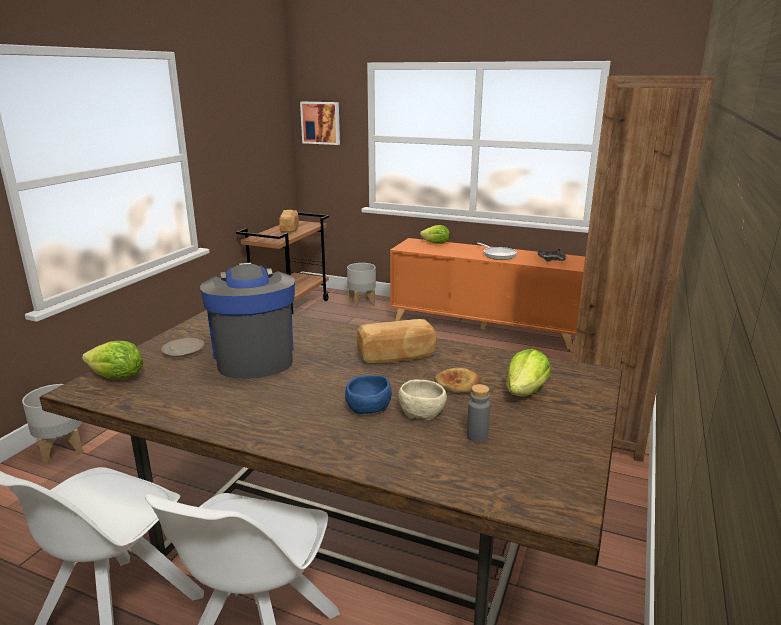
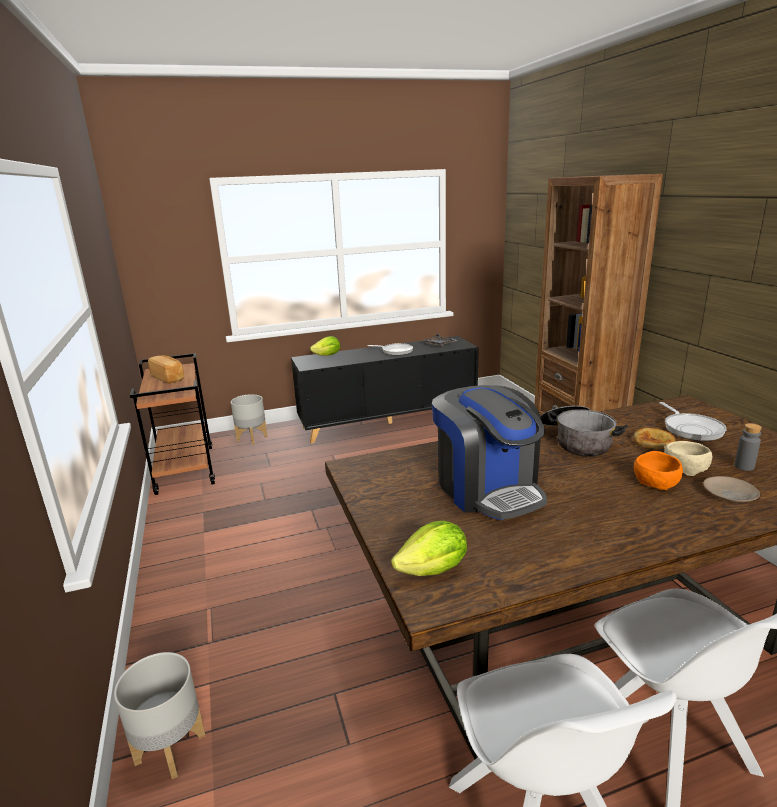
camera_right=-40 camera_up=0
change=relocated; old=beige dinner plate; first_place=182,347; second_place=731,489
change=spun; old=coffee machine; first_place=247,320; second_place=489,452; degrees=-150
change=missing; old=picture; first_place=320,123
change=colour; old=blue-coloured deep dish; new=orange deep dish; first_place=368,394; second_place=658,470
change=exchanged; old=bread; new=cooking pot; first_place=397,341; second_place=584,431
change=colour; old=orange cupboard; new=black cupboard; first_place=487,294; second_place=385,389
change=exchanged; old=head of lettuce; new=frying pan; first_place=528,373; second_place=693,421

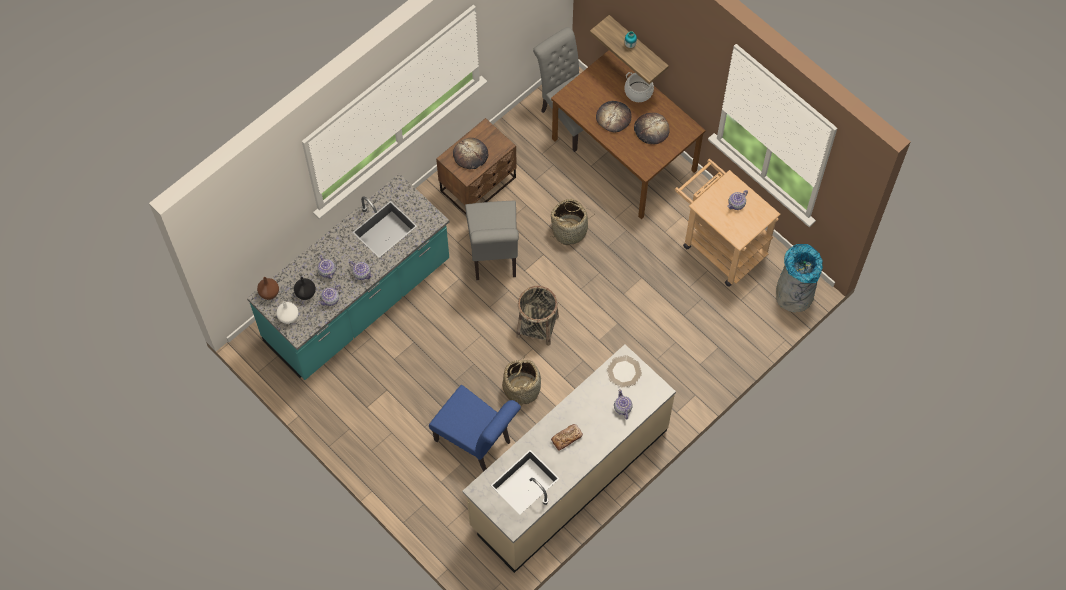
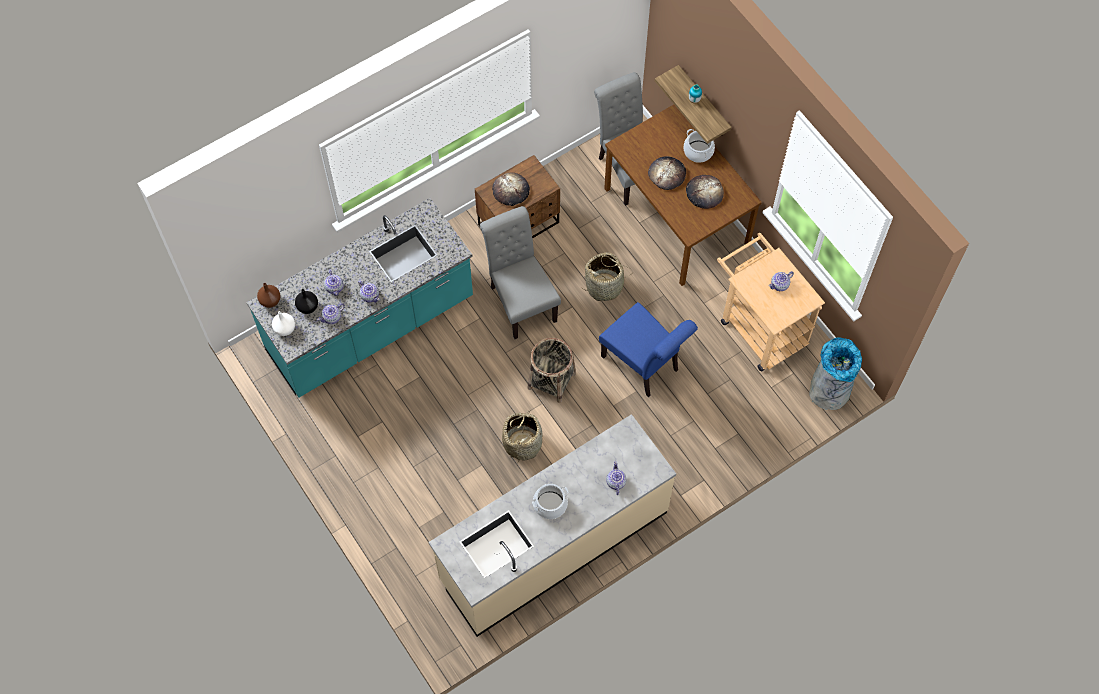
camera_right=10 camera_up=0
change=relocated; old=blue-coloured upright chair; first_place=475,428; second_place=648,349
change=spun; old=gray upright chair; first_place=492,240; second_place=520,272; degrees=150
change=exchanged; old=bread; new=cooking pot; first_place=567,437; second_place=550,501
change=missing; old=dinner plate; first_place=624,371

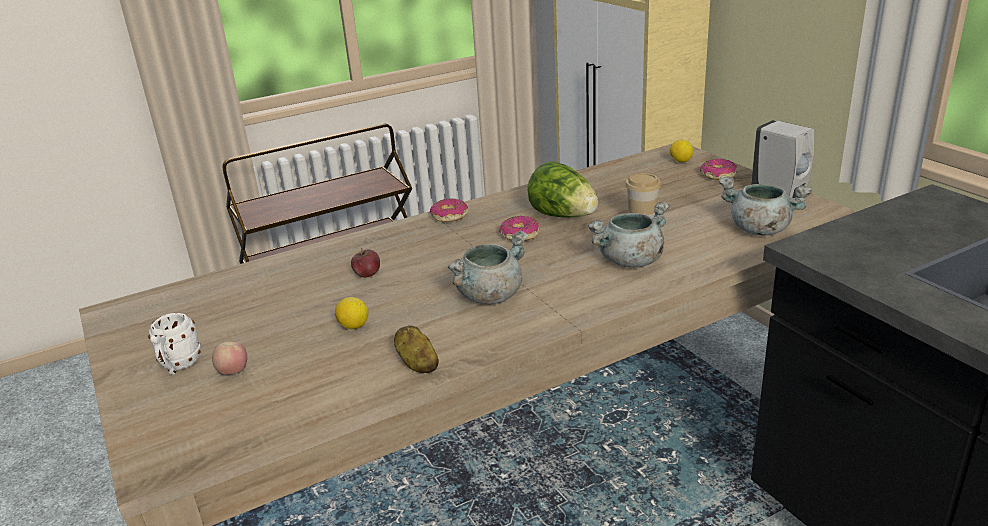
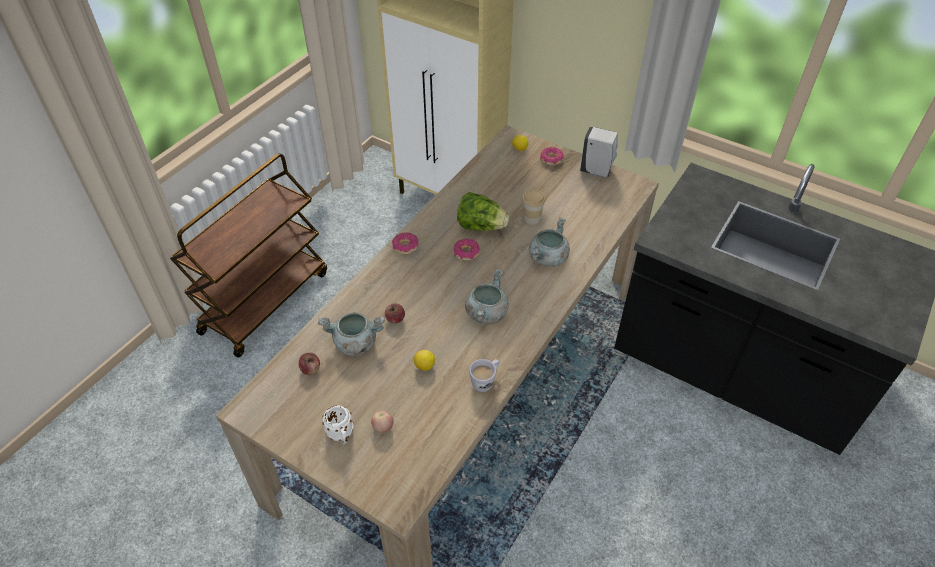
camera_right=-30 camera_up=20
change=exchanged; old=spud; new=whitish coffee mug; first_place=416,349; second_place=484,375
change=relocated; old=gray cooking pot; first_place=765,206; second_place=351,334
change=appeared; new=whole apple; second_place=309,364

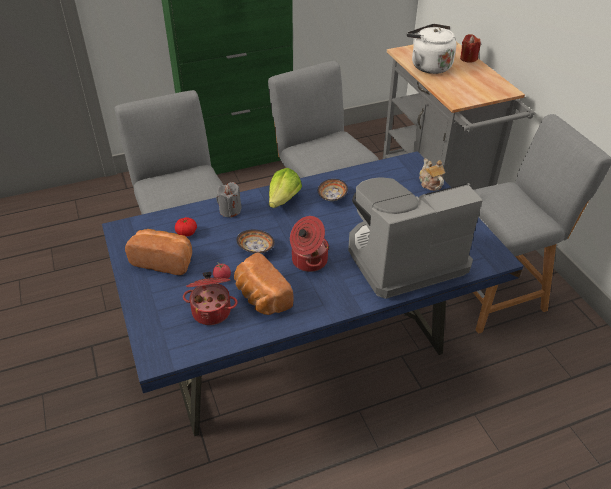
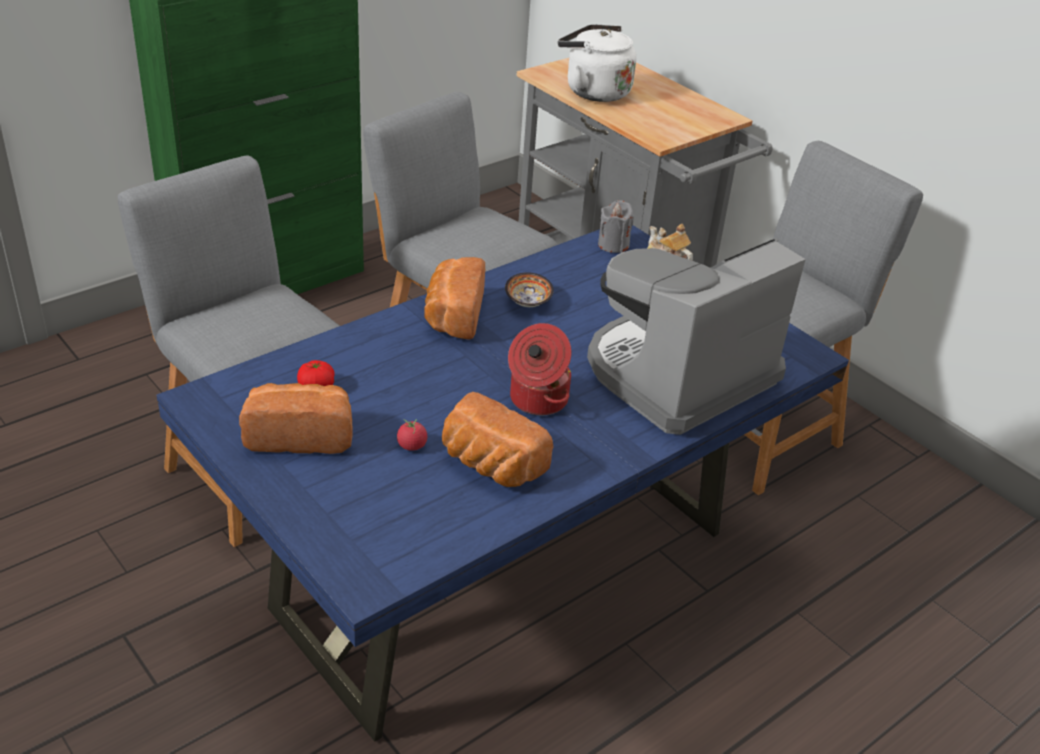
camera_right=-20 camera_up=-5
change=missing; old=cooking pot; first_place=210,298
change=relocated; old=gray candle; first_place=229,200; second_place=616,226
change=missing; old=deep dish; first_place=255,241
change=exchanged; old=head of lettuce; new=bread; first_place=285,188; second_place=454,298
change=missing; old=red candle; first_place=470,48

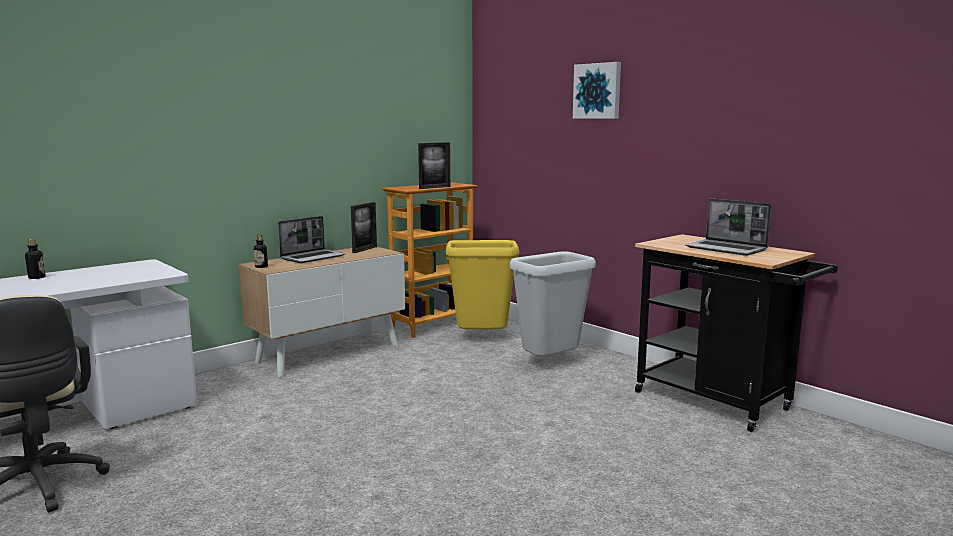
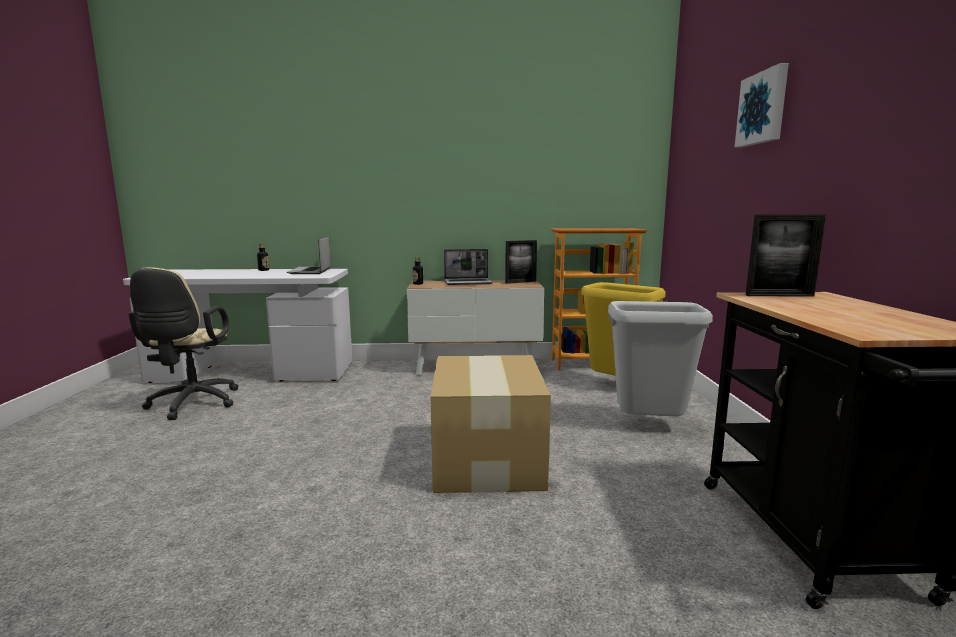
camera_right=40 camera_up=0
change=relocated; old=picture frame; first_place=434,165; second_place=786,255
change=relocated; old=portable computer; first_place=728,227; second_place=309,255
change=appeared; new=carton; second_place=491,424

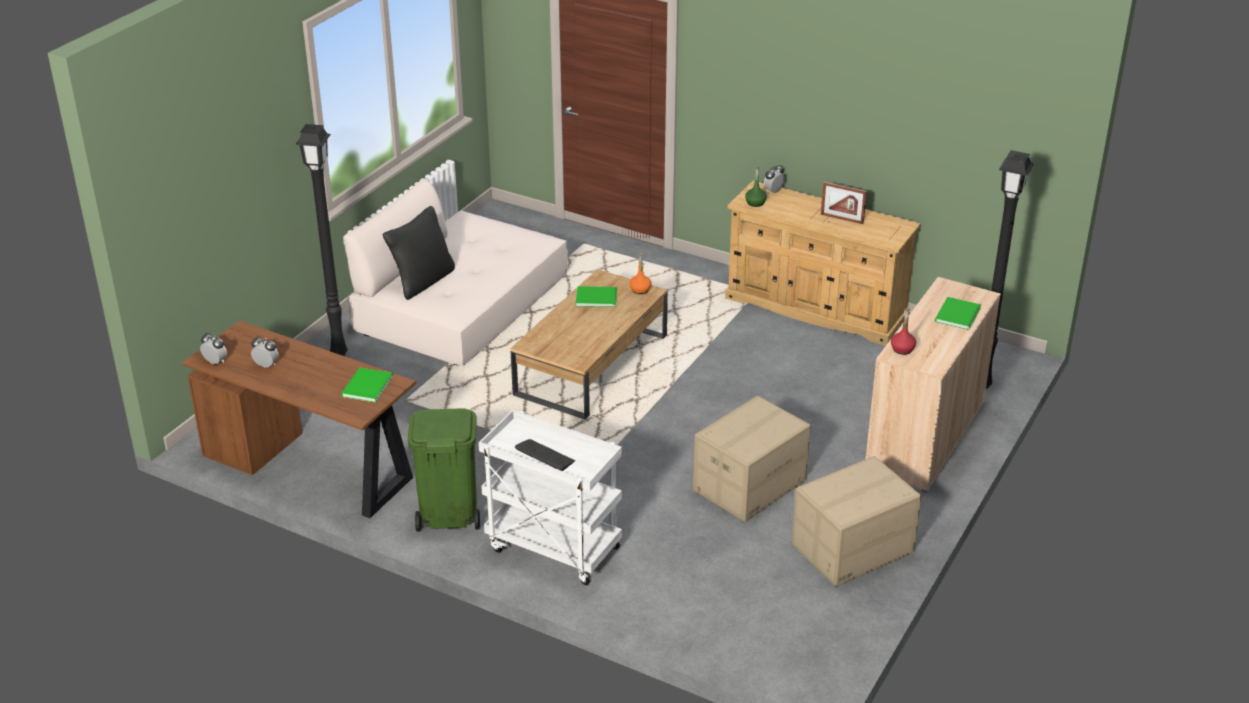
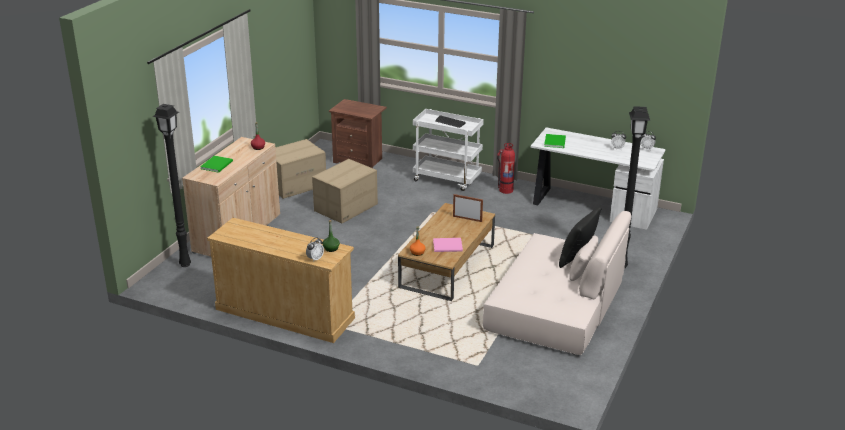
camera_right=175 camera_up=-5
change=colour; old=brown-coloured desk; new=whitish desk; first_place=299,419; second_place=598,178
change=exchanged; old=green-coloured trash can; new=fire extinguisher; first_place=444,470; second_place=506,168
change=colour; old=green-coloured book; new=pink-coloured book; first_place=596,296; second_place=448,245
change=relocated; old=picture frame; first_place=844,203; second_place=468,208
change=appeared; new=brown-coloured night table; second_place=358,133

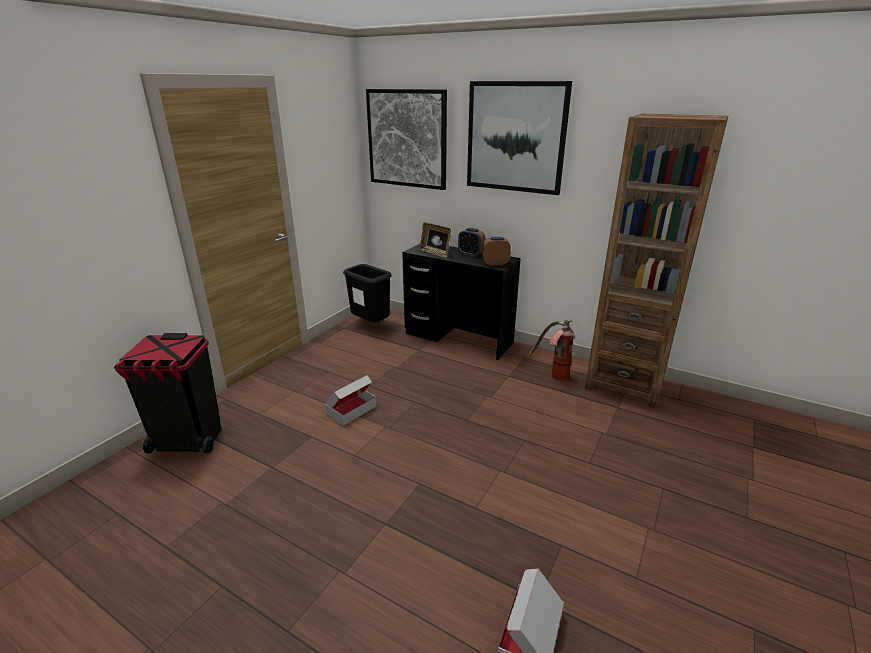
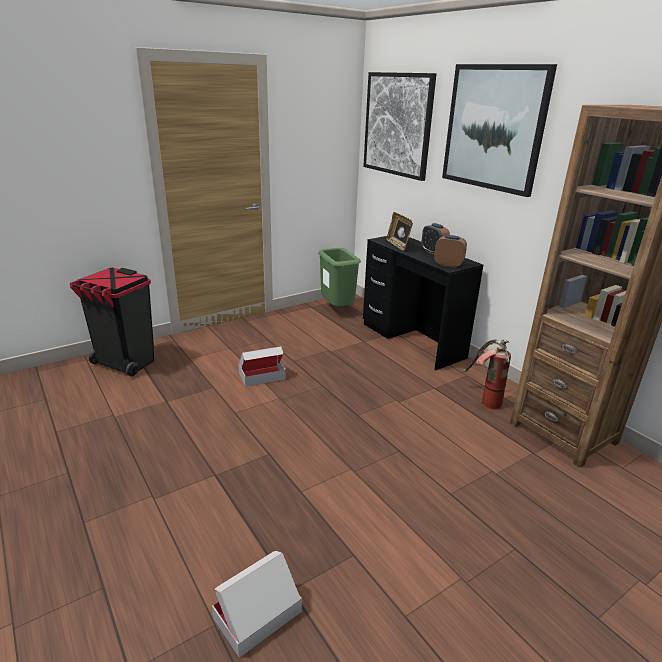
camera_right=25 camera_up=0
change=colour; old=black trash can; new=green-coloured trash can; first_place=367,293; second_place=339,277

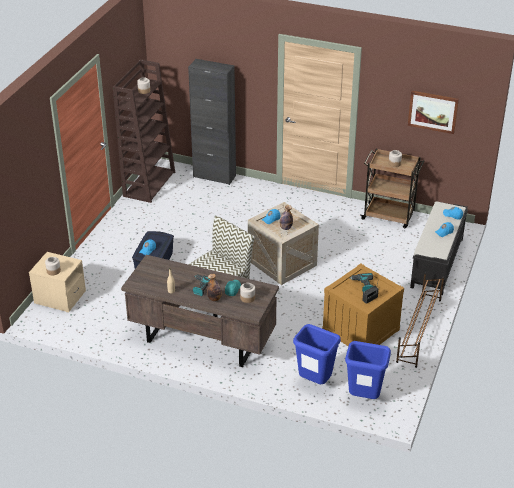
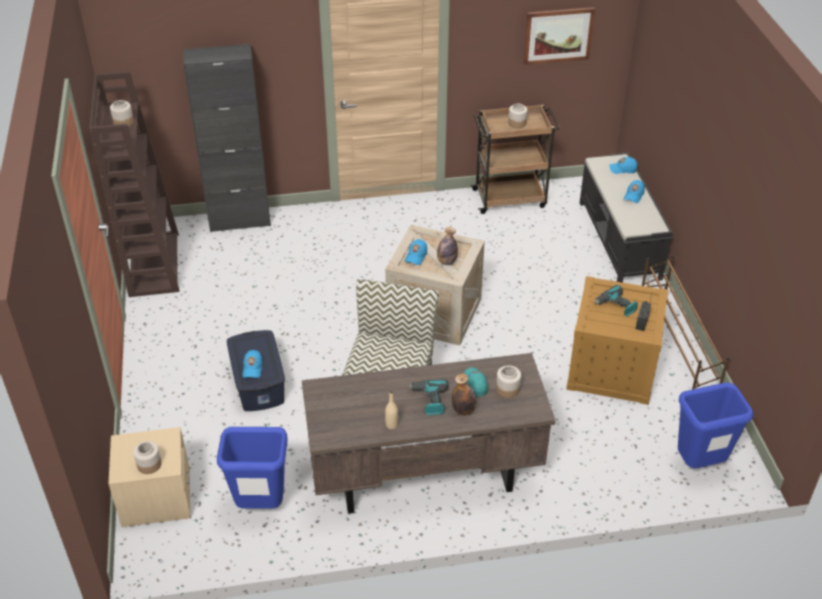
camera_right=-30 camera_up=5
change=relocated; old=blue-coloured trash can; first_place=317,354; second_place=252,468

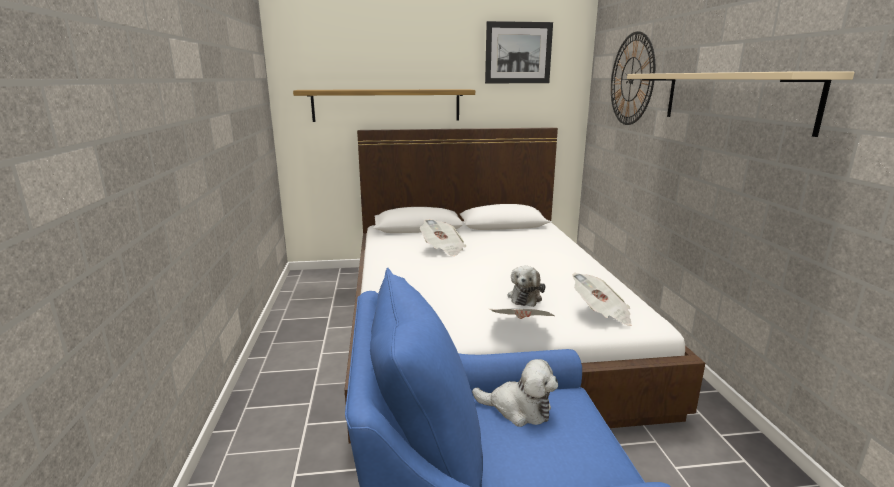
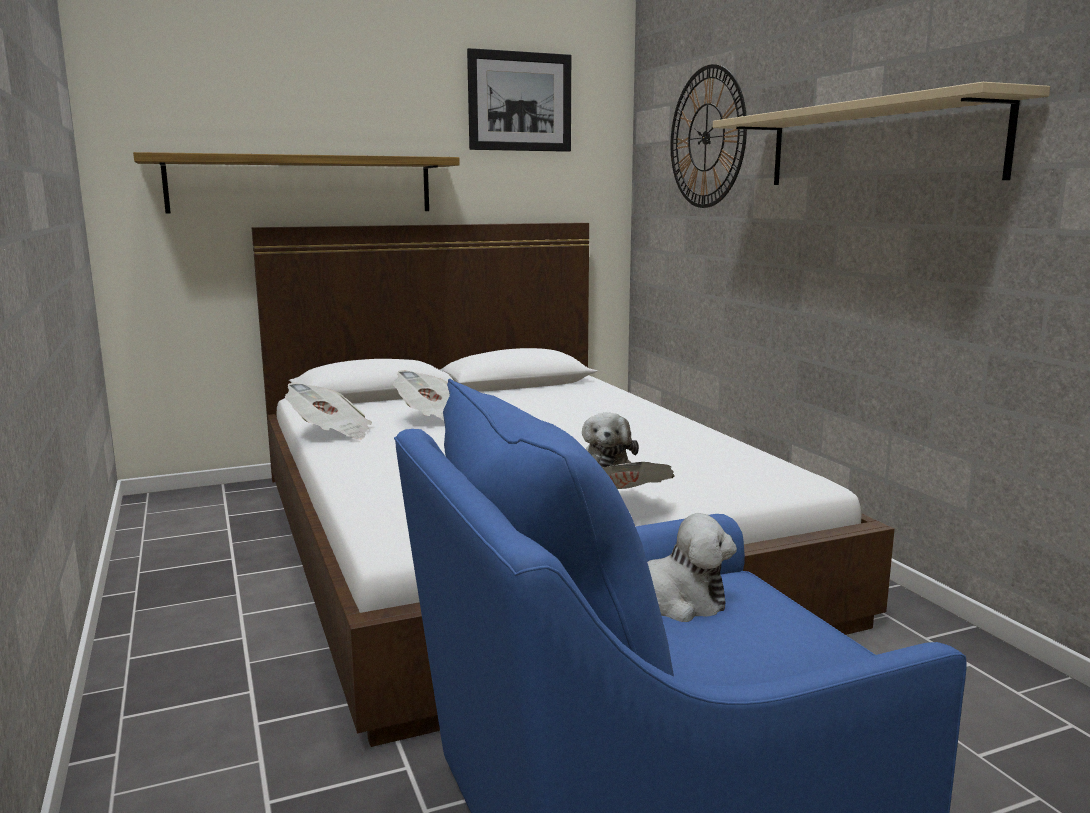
camera_right=-15 camera_up=-5
change=relocated; old=newspaper; first_place=602,299; second_place=328,411

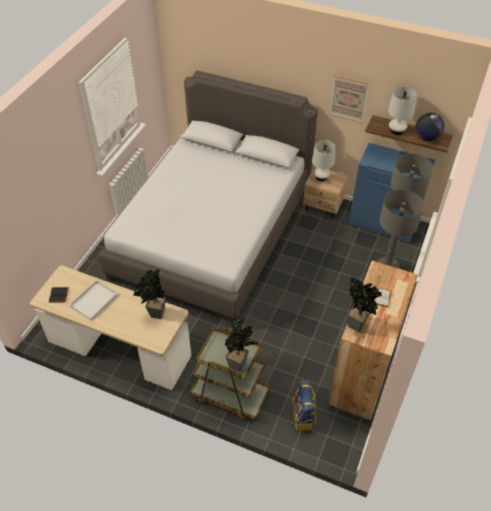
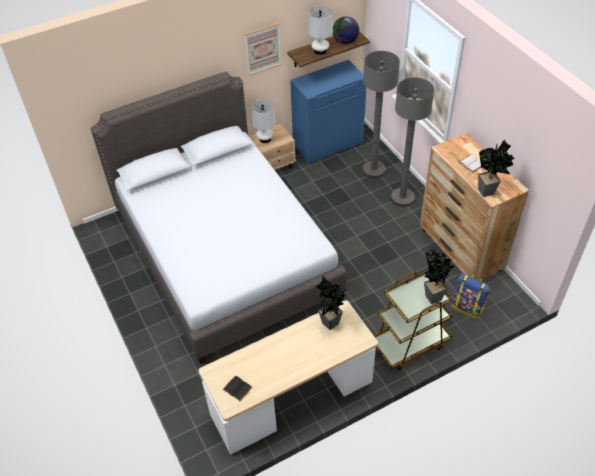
camera_right=-50 camera_up=0
change=missing; old=whitish carrying tray; first_place=93,300

